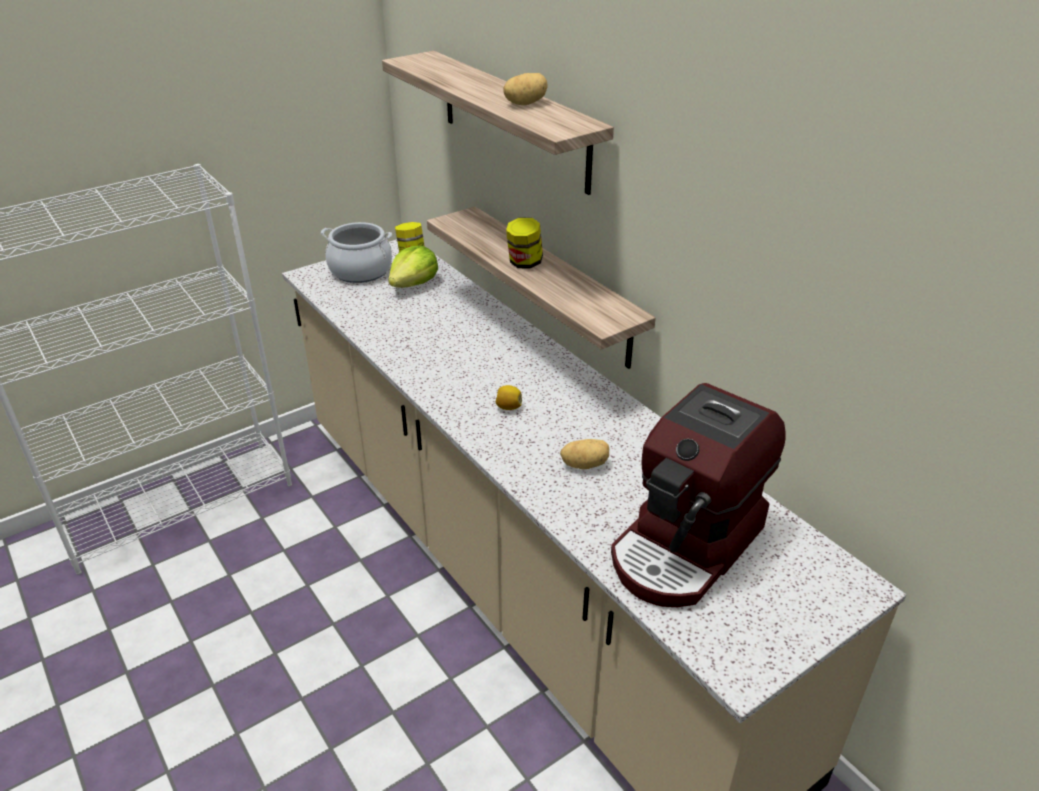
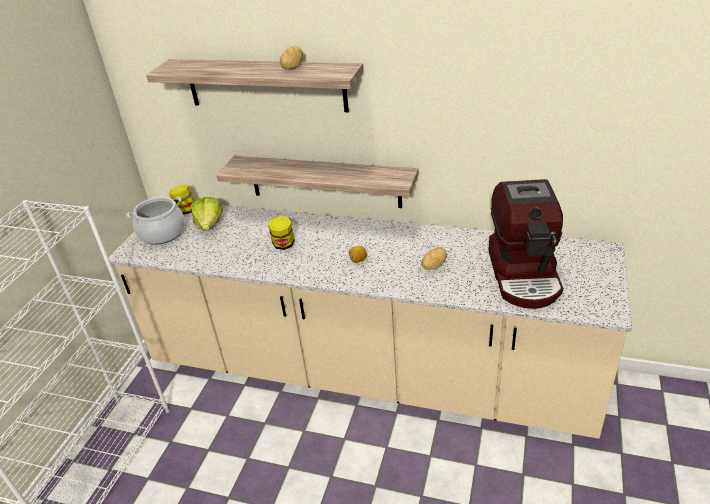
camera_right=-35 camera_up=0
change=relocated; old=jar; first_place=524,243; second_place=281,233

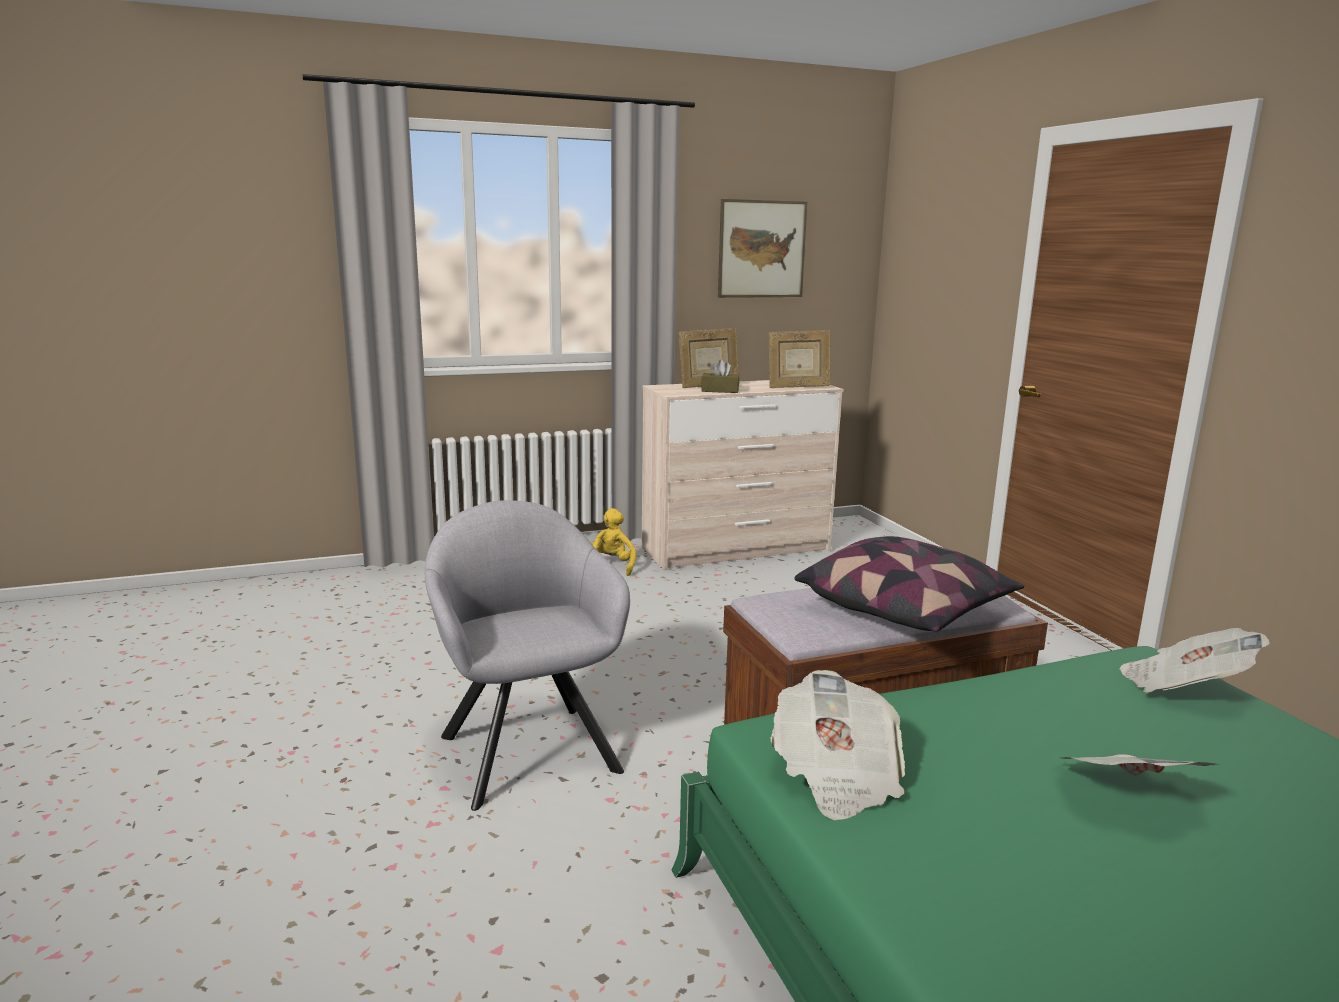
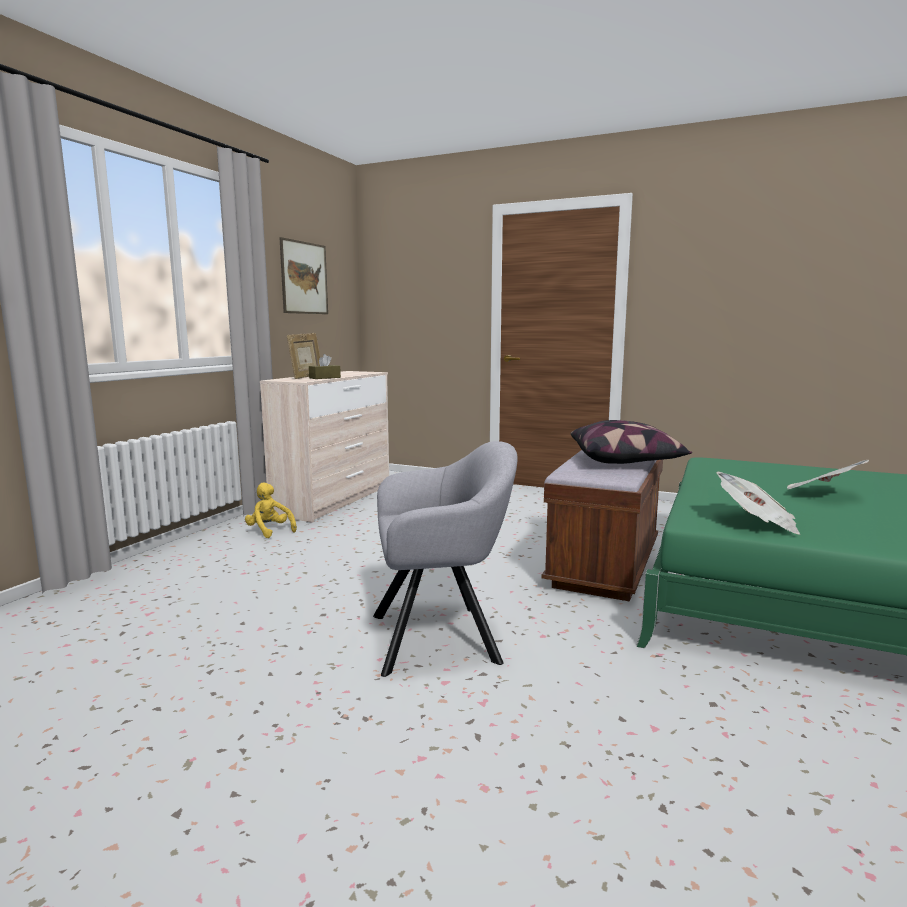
camera_right=-45 camera_up=-5
change=spun; old=gray armchair; first_place=527,655; second_place=445,559; degrees=150
change=missing; old=picture frame; first_place=799,359
change=missing; old=newspaper; first_place=1194,660

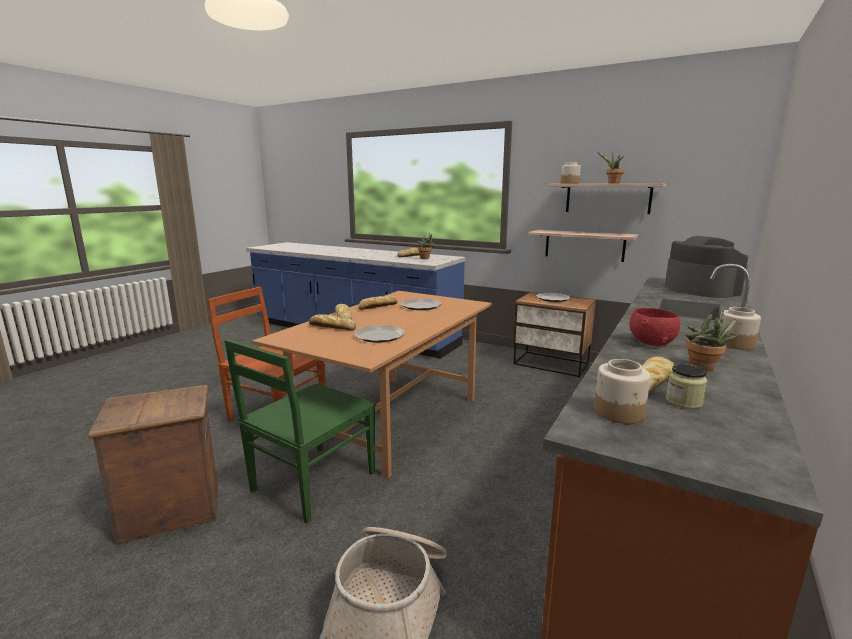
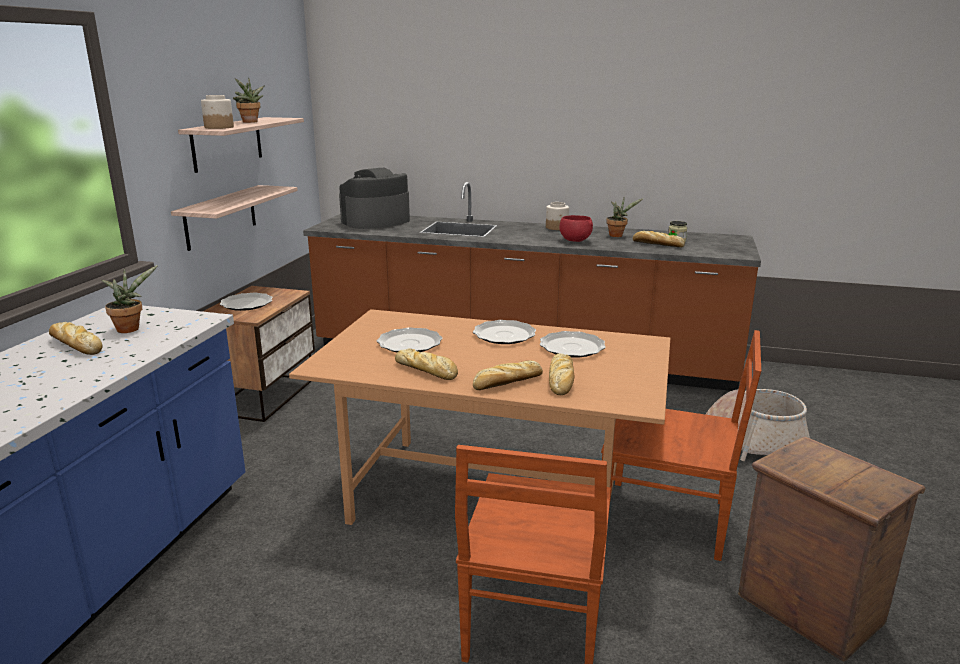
camera_right=-105 camera_up=5
change=colour; old=green-coloured upright chair; new=brown-coloured upright chair; first_place=300,431; second_place=681,445
change=missing; old=jar; first_place=622,391
change=appeared; new=dinner plate; second_place=504,332

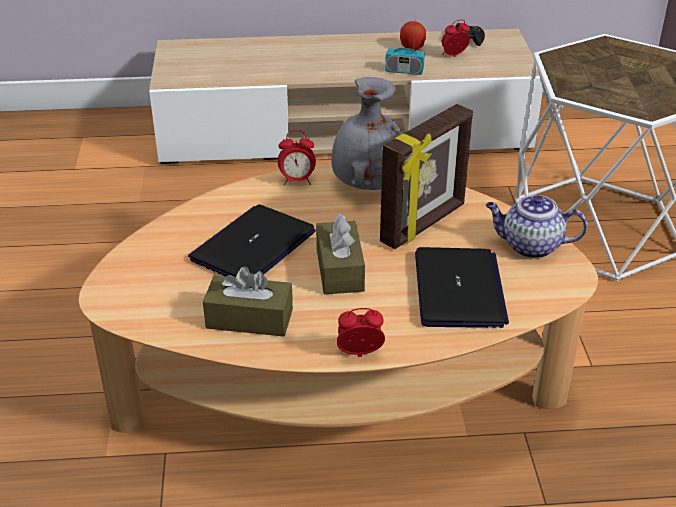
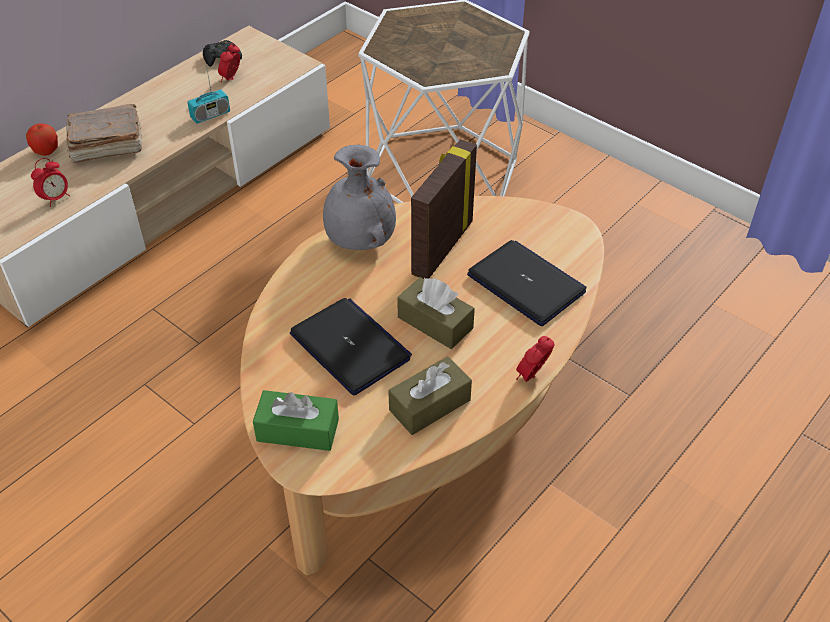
camera_right=-45 camera_up=10
change=spun; old=portable computer; first_place=252,240; second_place=351,346; degrees=150
change=relocated; old=alarm clock; first_place=297,157; second_place=50,182
change=spun; old=picture frame; first_place=426,176; second_place=444,209; degrees=-150
change=relocated; old=whole apple; first_place=413,36; second_place=42,139
change=missing; old=pot for tea; first_place=537,227
change=appeared; new=brown-coloured book; second_place=104,133
change=appeared; new=green-coloured tissue holder; second_place=296,420

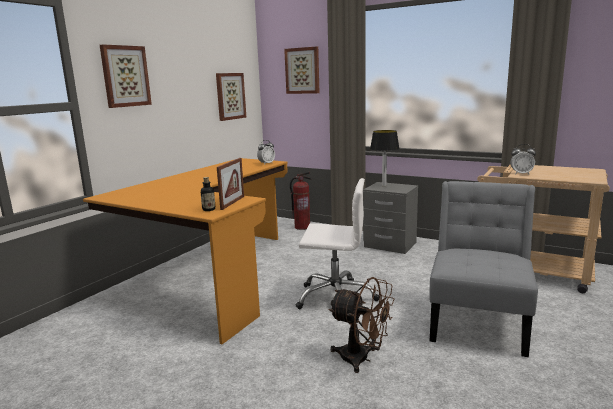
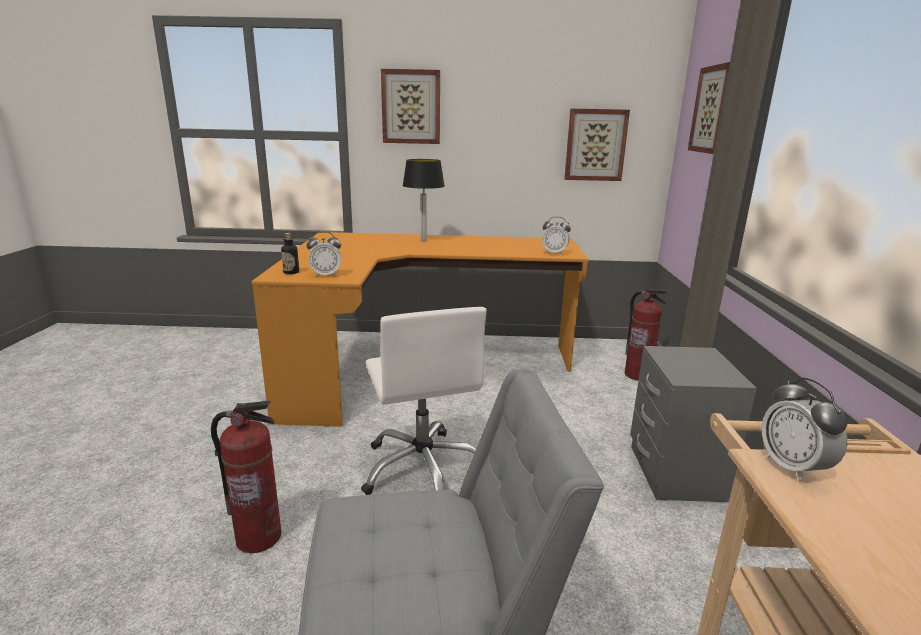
camera_right=60 camera_up=5
change=exchanged; old=picture frame; new=alarm clock; first_place=230,184; second_place=324,254
change=exchanged; old=brown-coloured cooling fan; new=fire extinguisher; first_place=361,325; second_place=246,477
change=relocated; old=table lamp; first_place=385,158; second_place=424,200

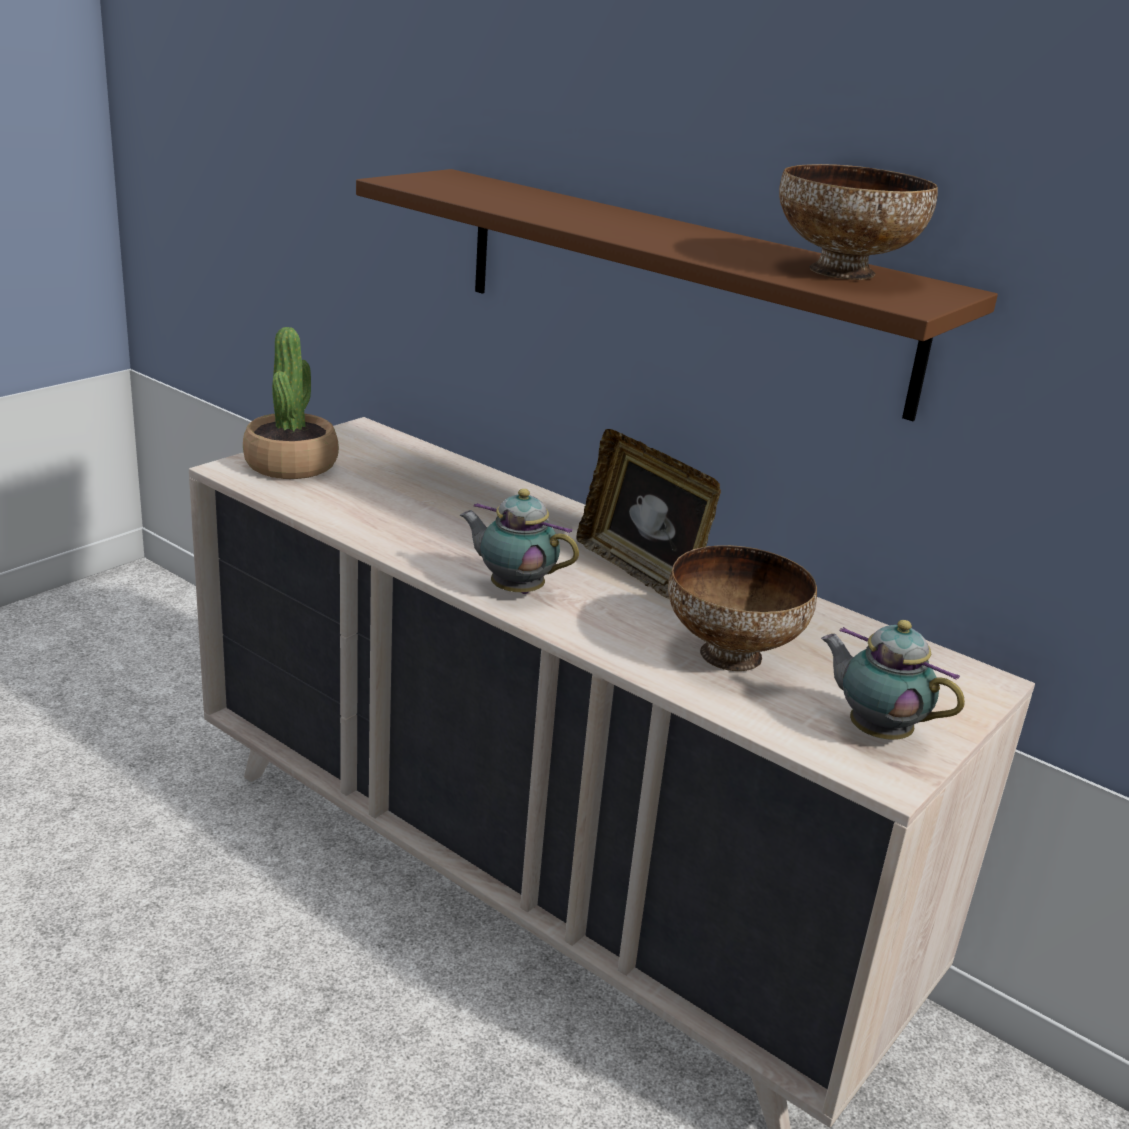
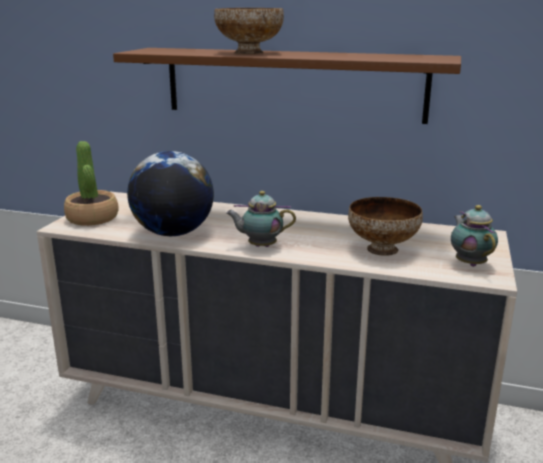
camera_right=-20 camera_up=-5
change=missing; old=picture frame; first_place=648,514
change=relocated; old=deep dish; first_place=858,222; second_place=249,31
change=spun; old=pot for tea; first_place=893,680; second_place=474,236; degrees=60
change=appeared; new=desk globe; second_place=170,193

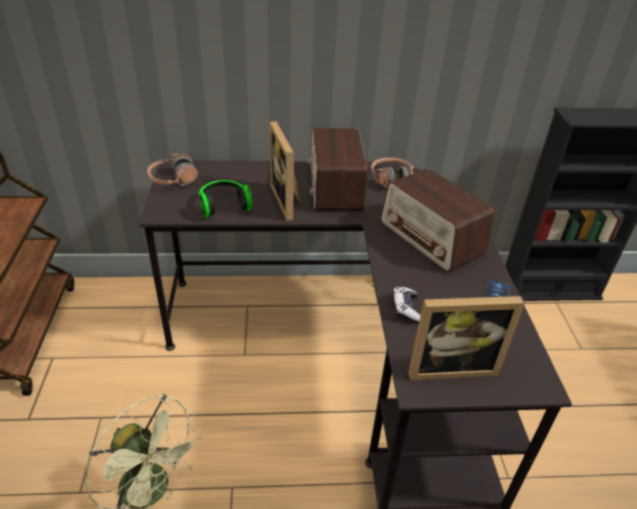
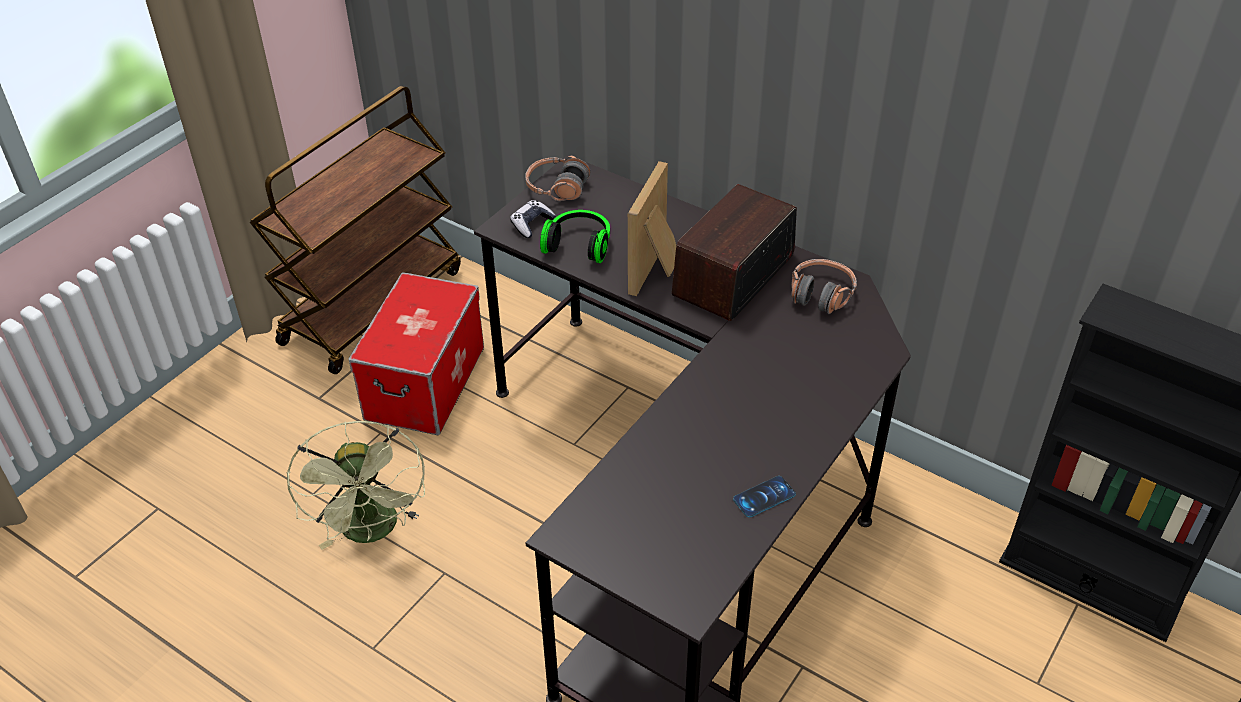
camera_right=40 camera_up=5
change=missing; old=radio set; first_place=437,220
change=relocated; old=game controller; first_place=406,304; second_place=533,219
change=missing; old=picture frame; first_place=466,338
change=appeared; new=storage box; second_place=416,353

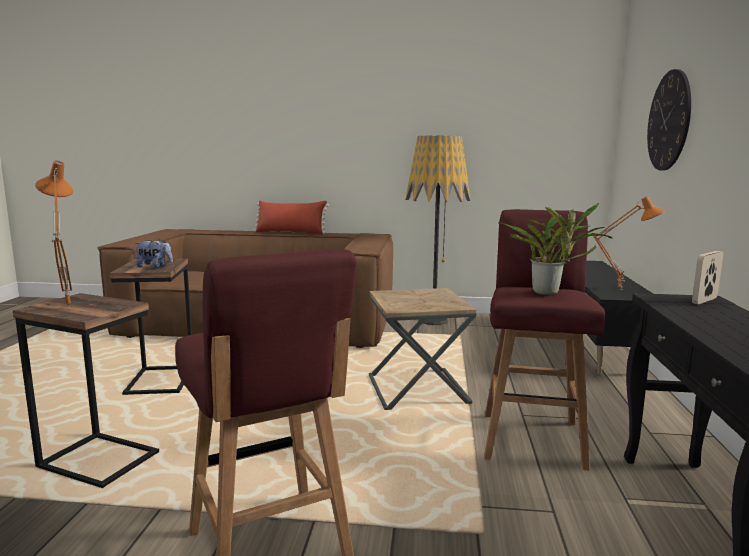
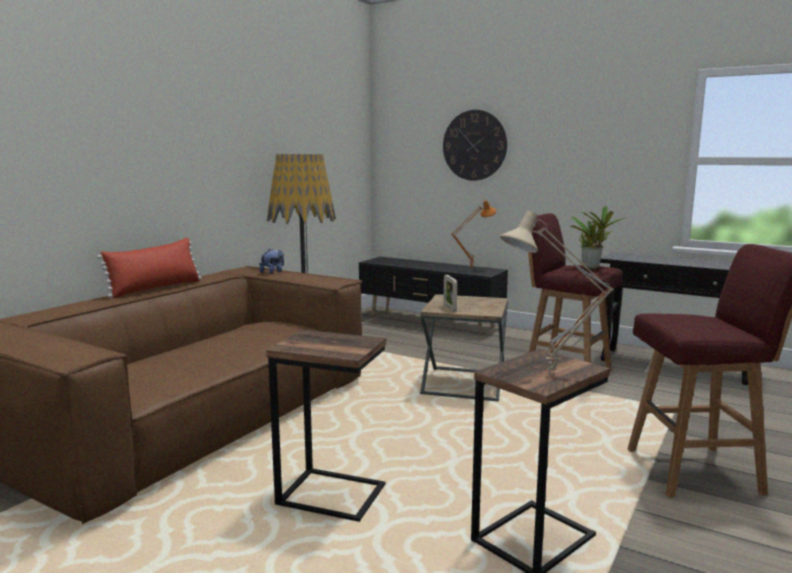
camera_right=-65 camera_up=0
change=colour; old=orange table lamp; new=beige table lamp; first_place=54,234; second_place=556,292
change=relocated; old=cuddly toy; first_place=154,253; second_place=271,261
change=relocated; old=picture frame; first_place=707,277; second_place=450,293

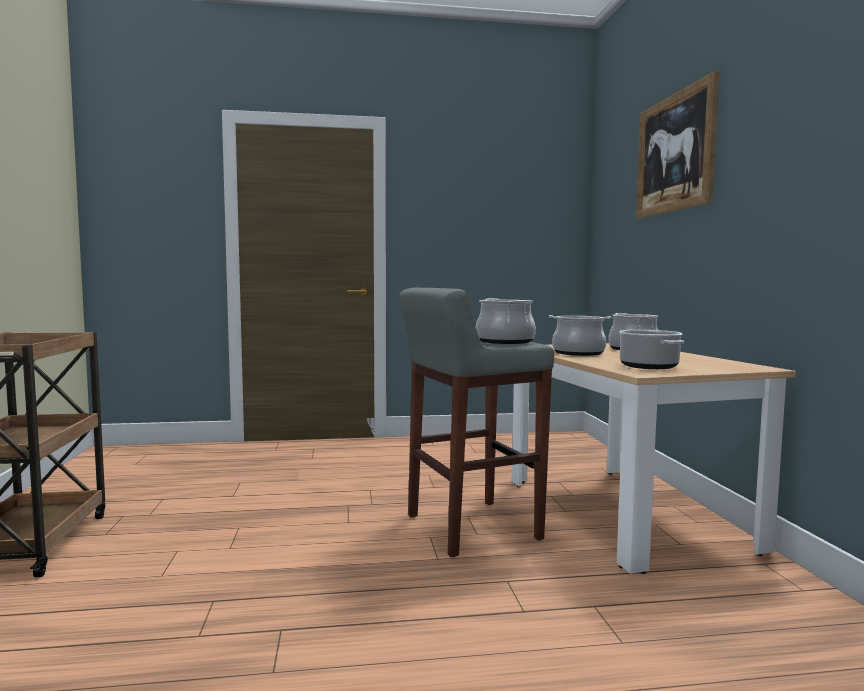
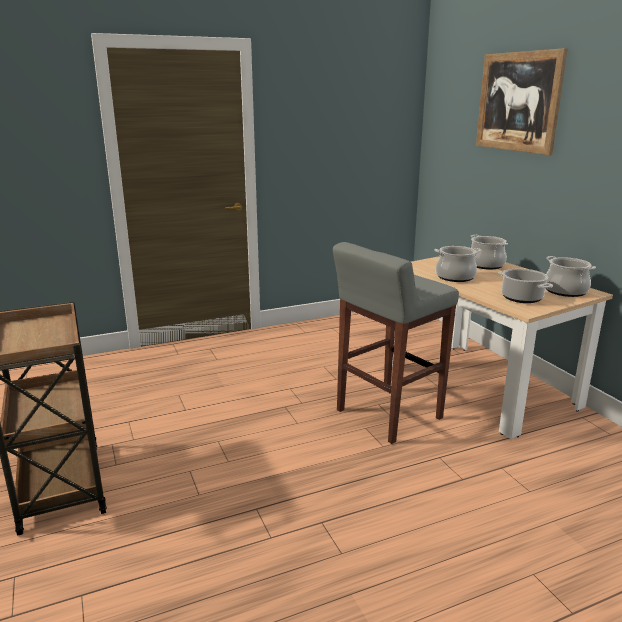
camera_right=-15 camera_up=15
change=relocated; old=cooking pot; first_place=506,321; second_place=571,276

